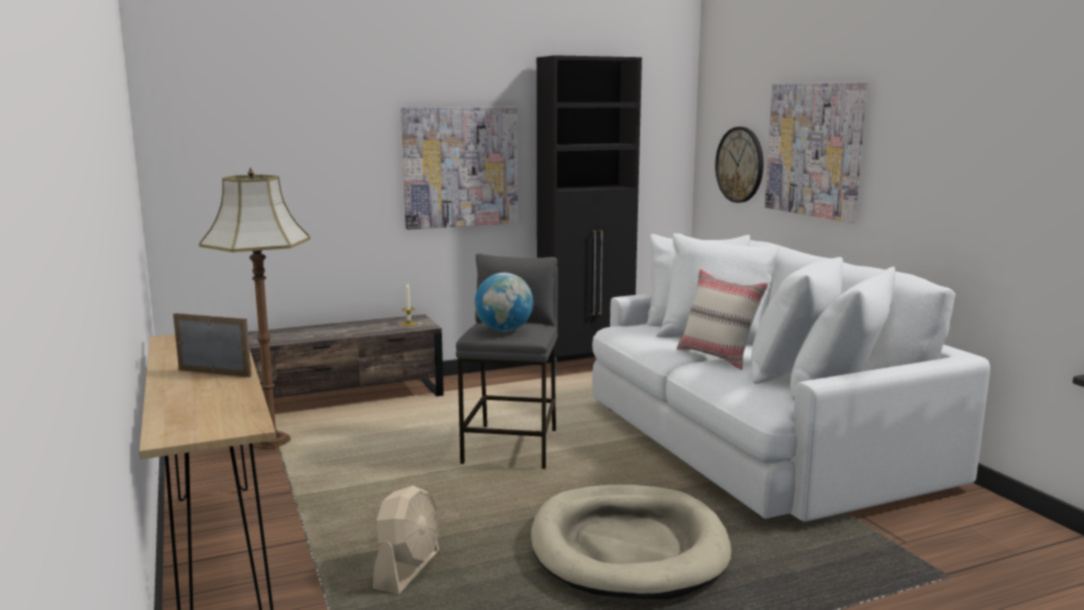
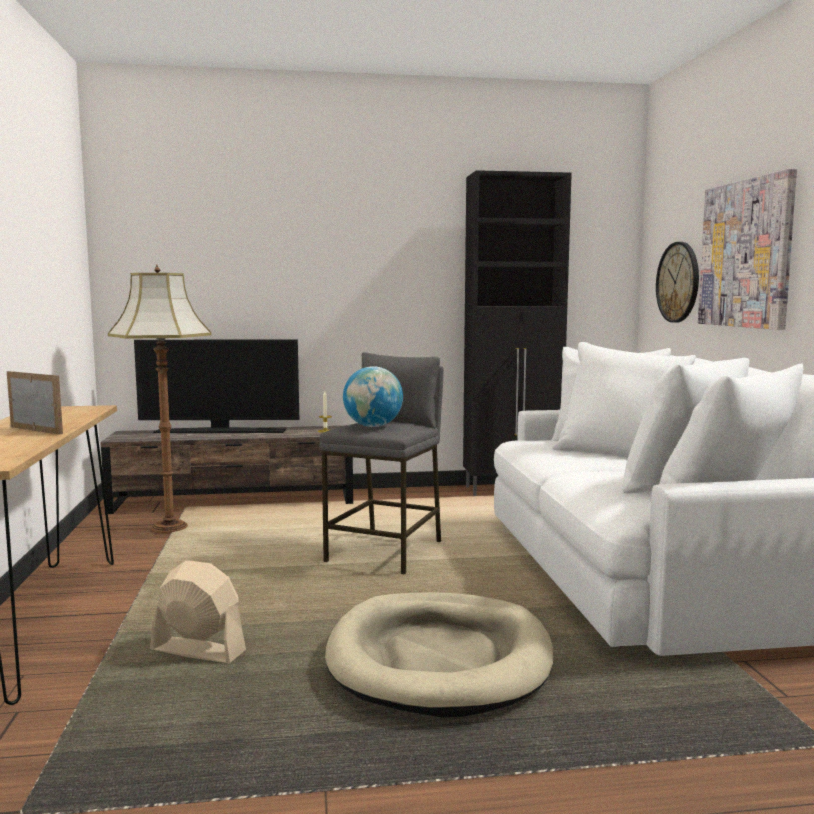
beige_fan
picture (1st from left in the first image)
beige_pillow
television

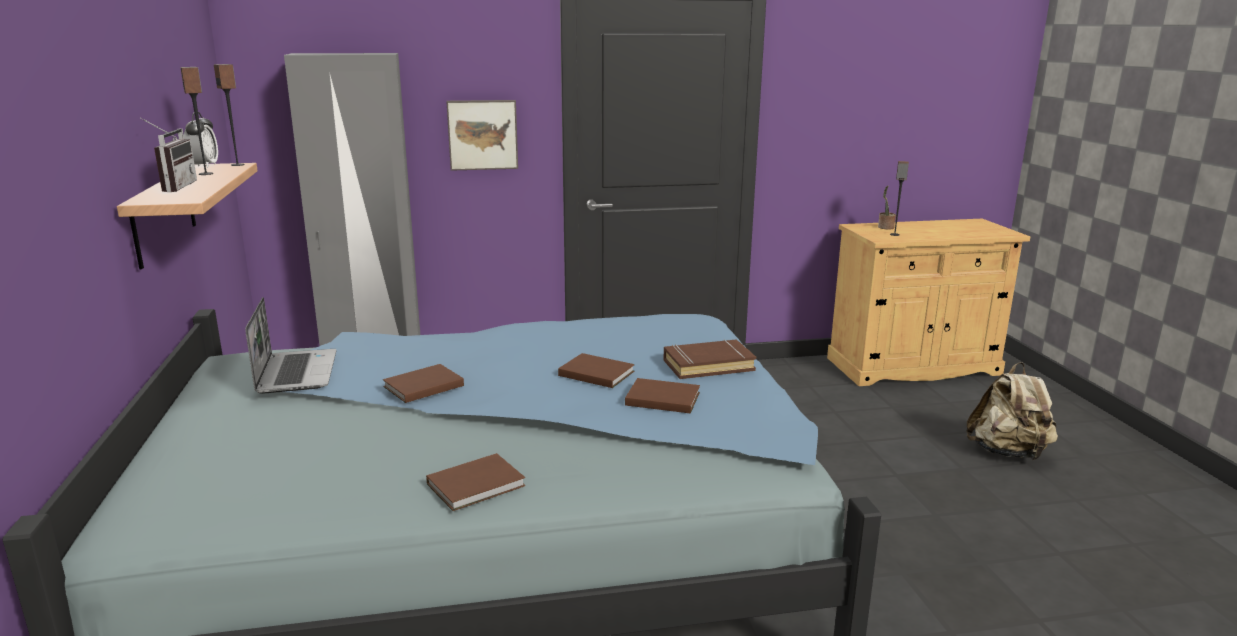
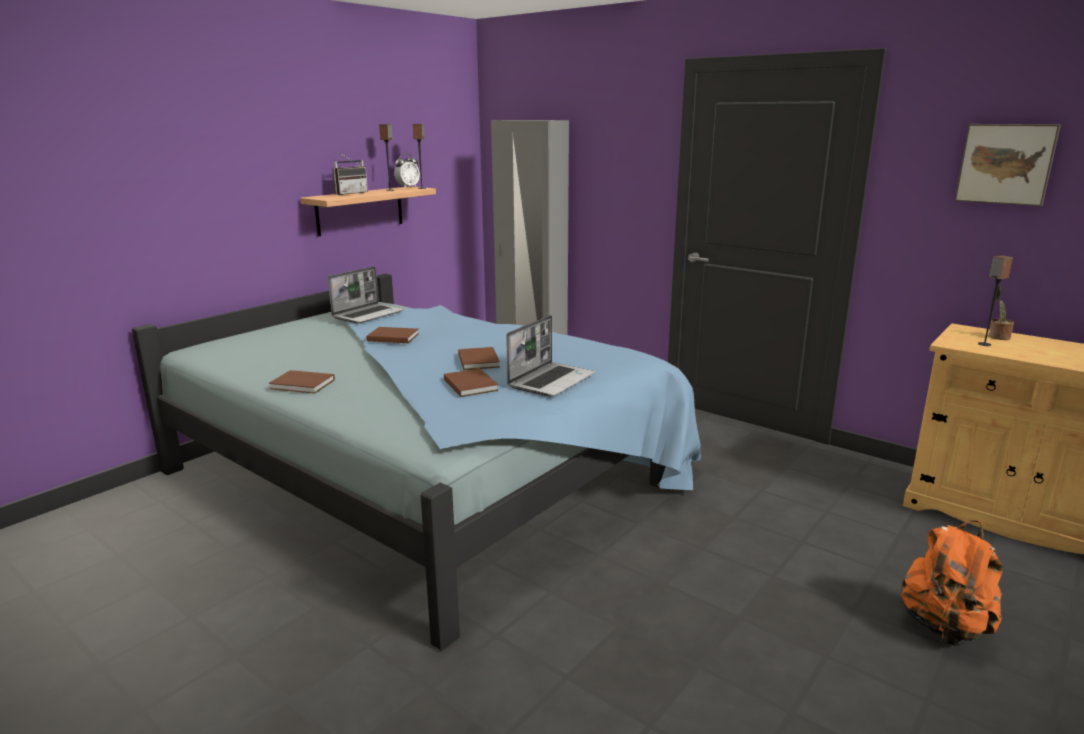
picture
laptop (2nd from left)
orange_backpack

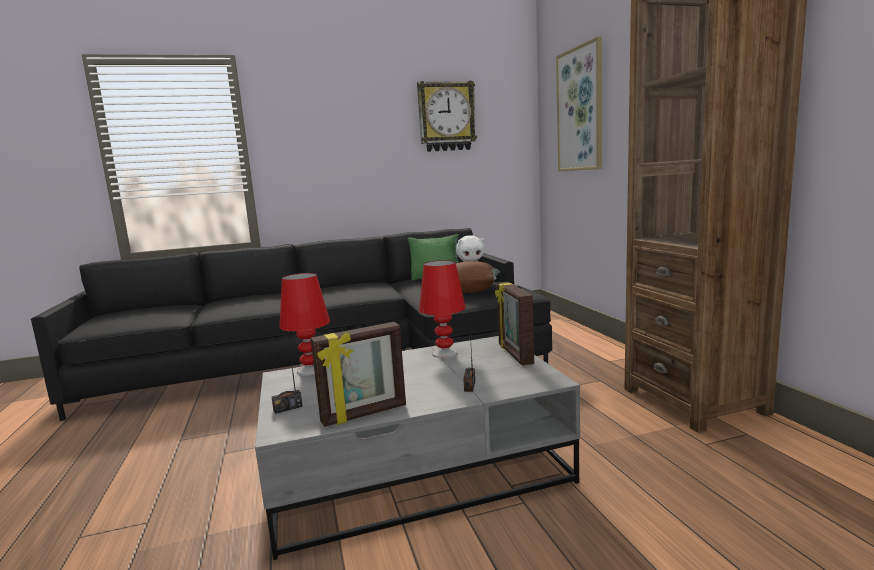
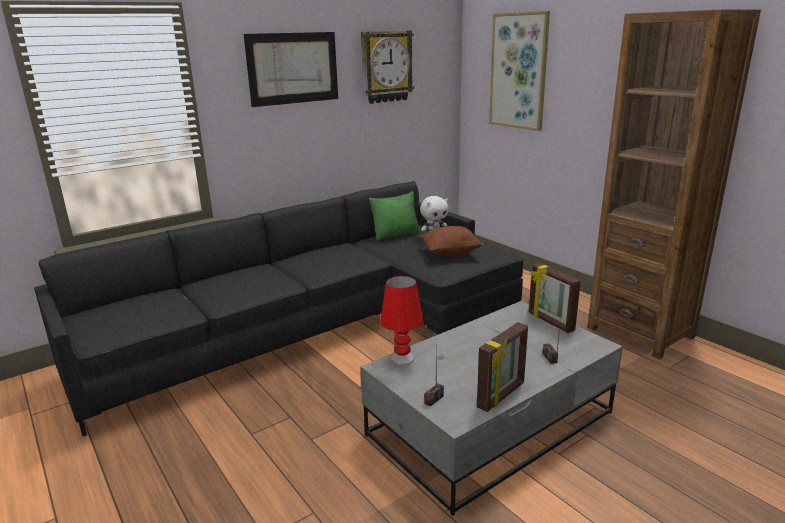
red_table_lamp (2nd from left in the first image)
picture (1st from left)

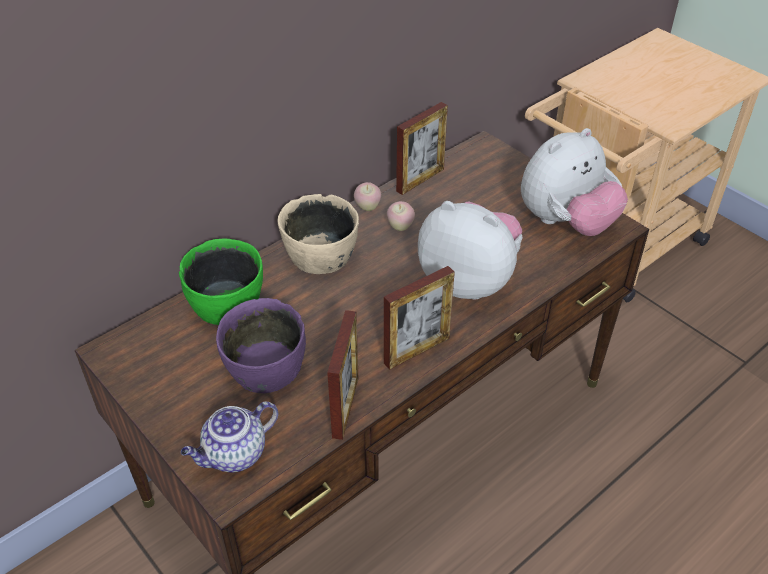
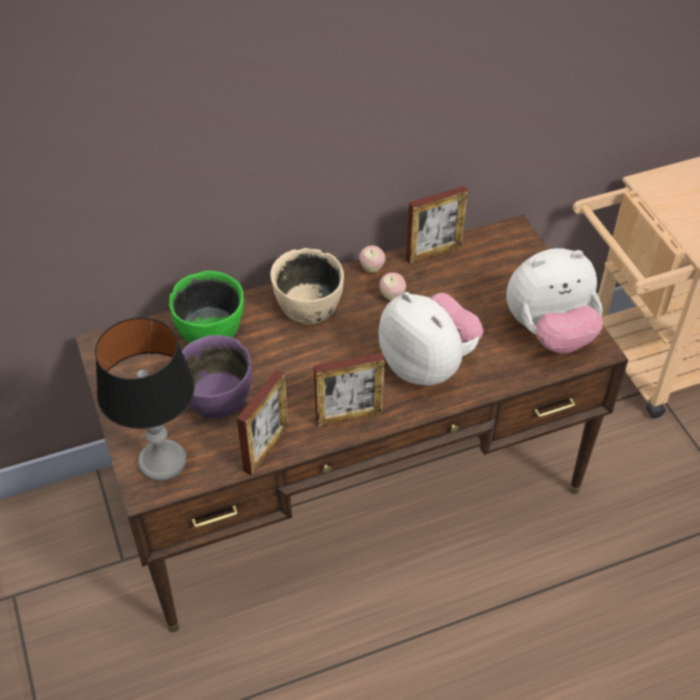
table_lamp

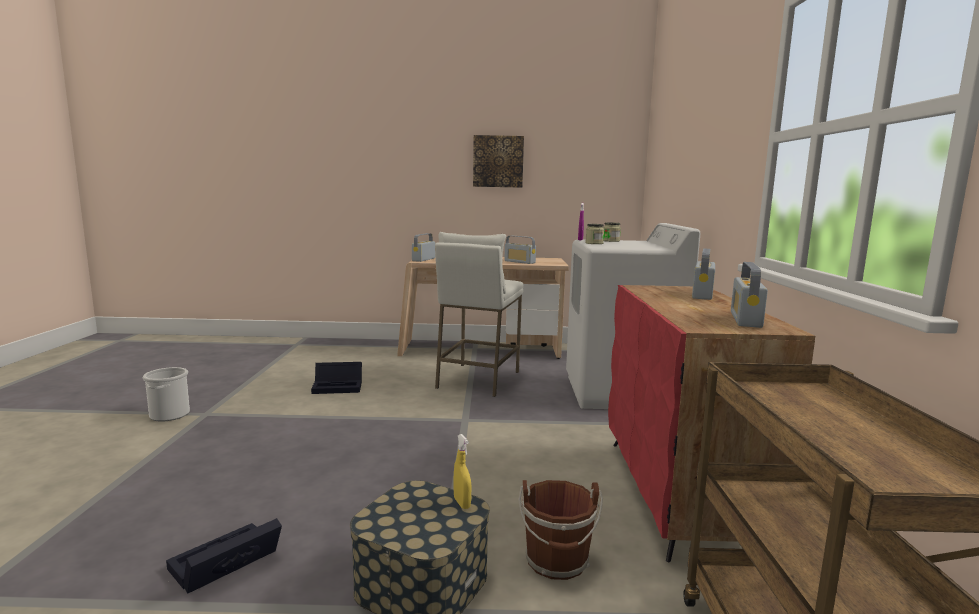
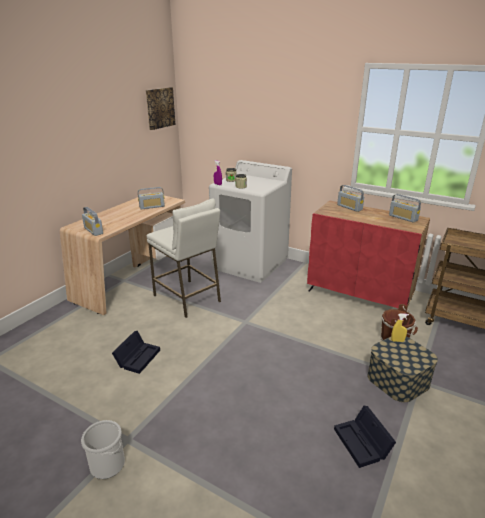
picture

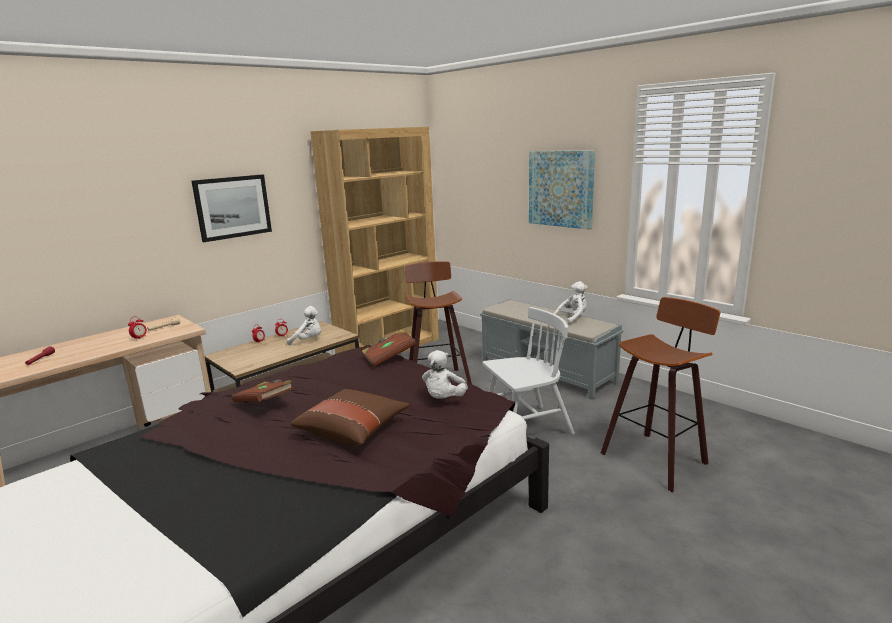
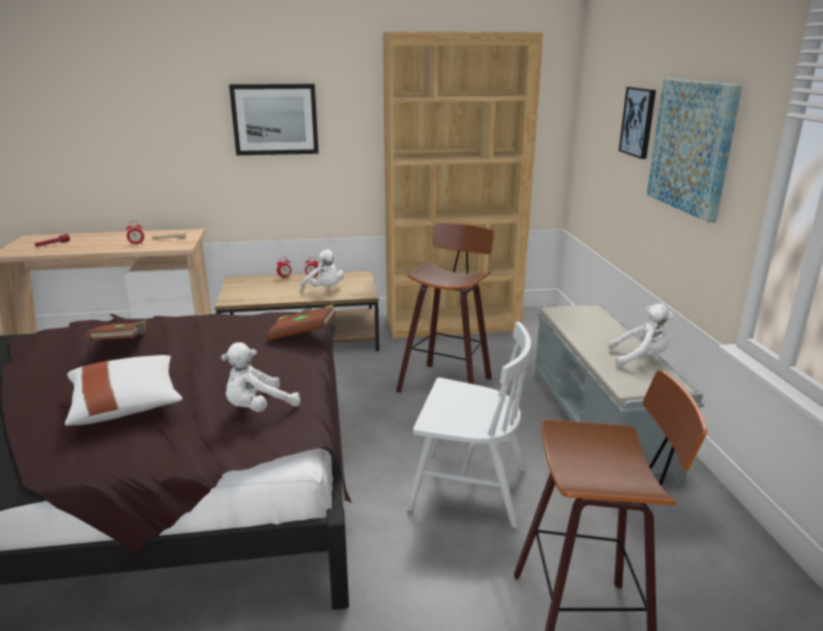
white_pillow
picture (2nd from left)

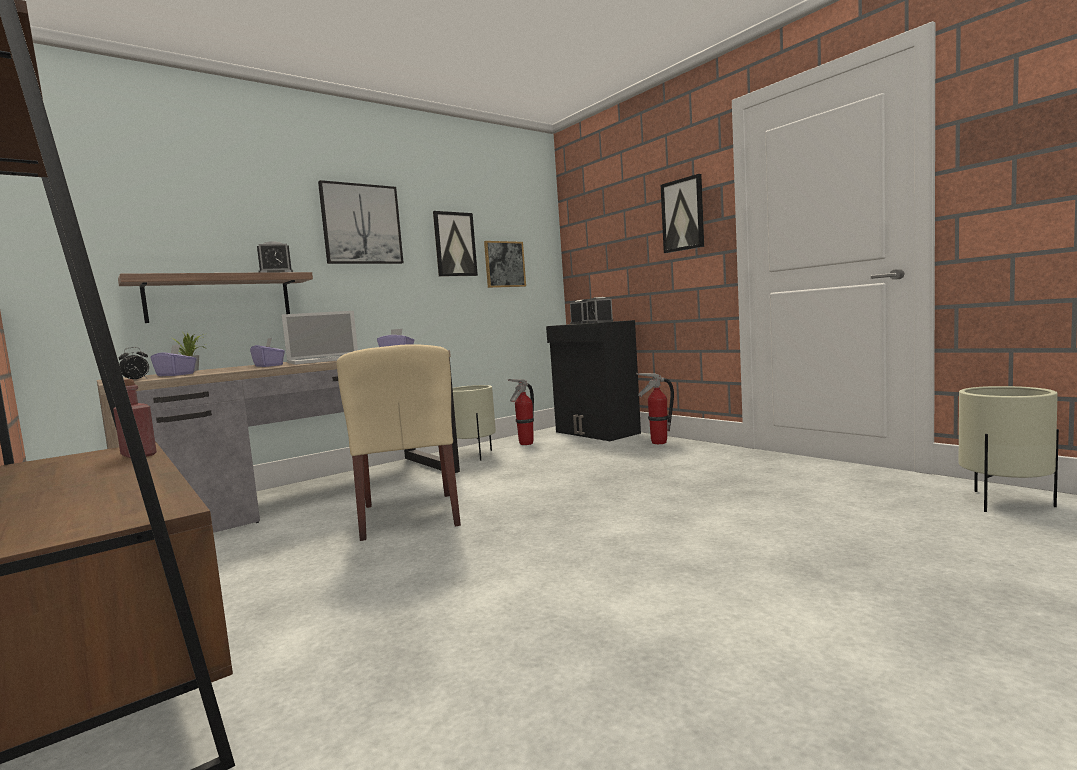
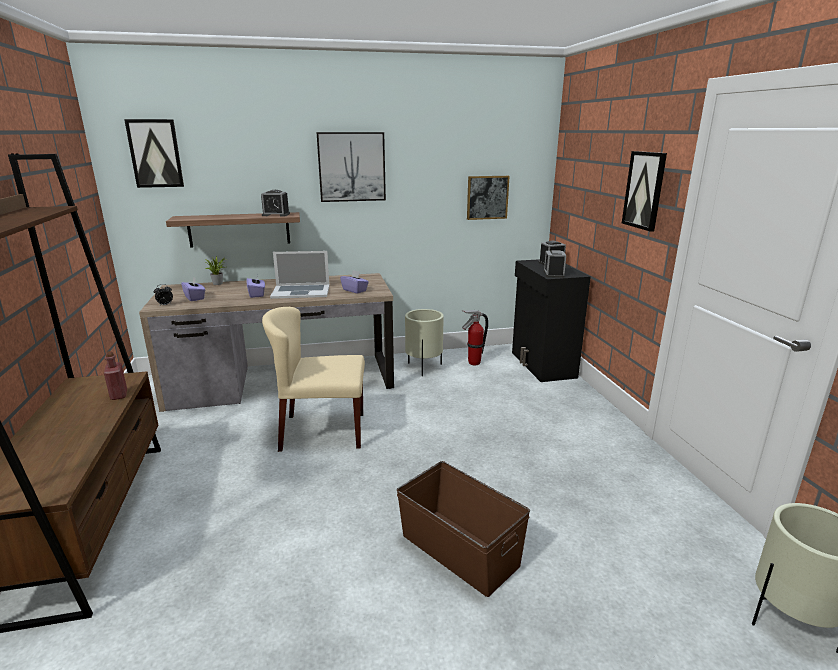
beige_chair
picture (1st from left)
fire_extinguisher (2nd from left in the first image)
brown_storage_box

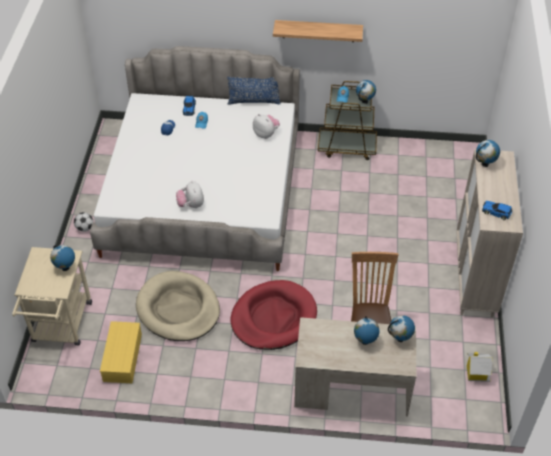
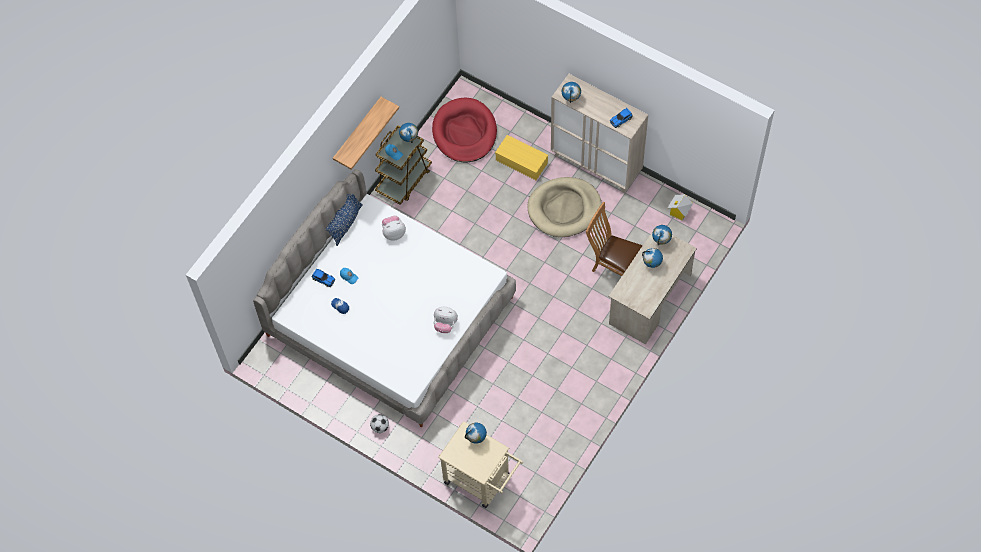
yellow_storage_box
beige_dog_bed
red_dog_bed

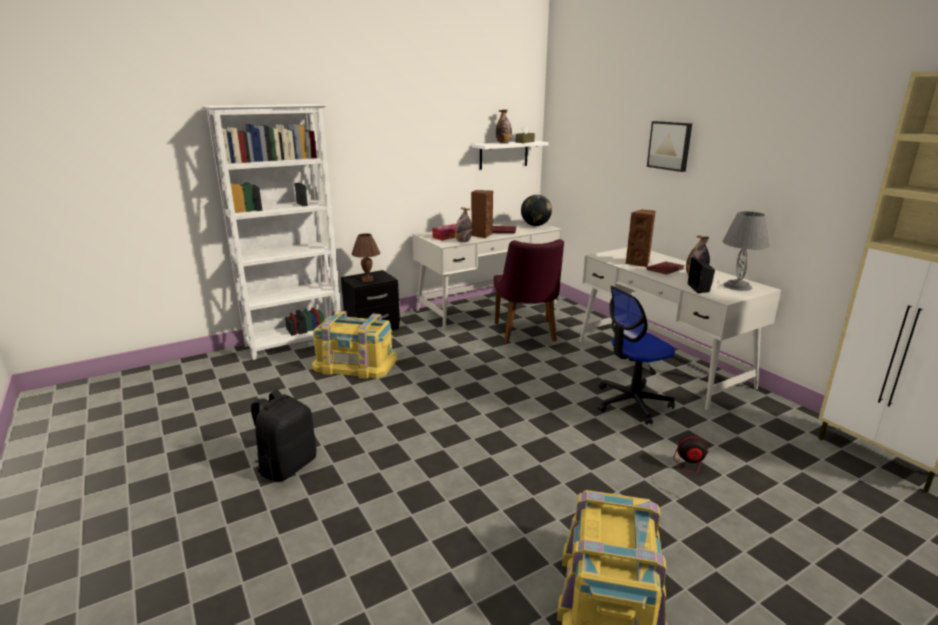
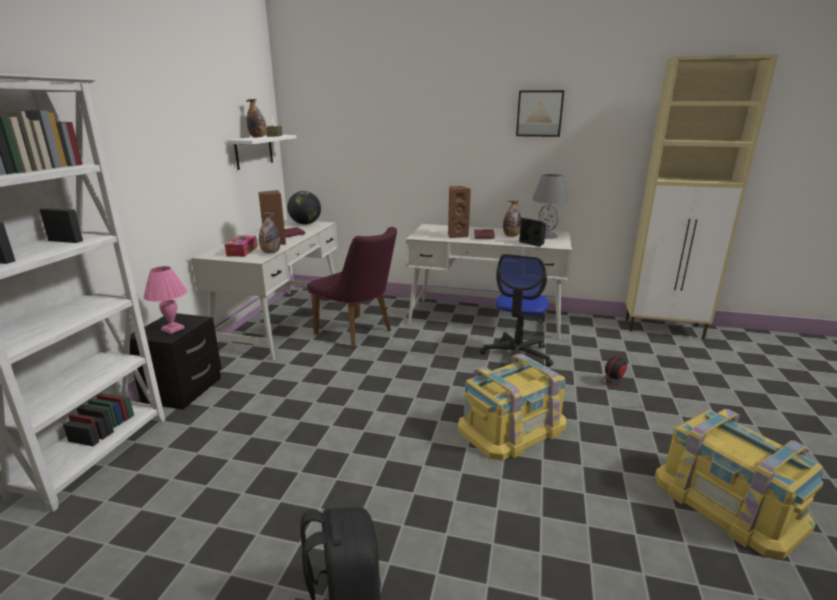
yellow_storage_box (1st from left)
pink_table_lamp
picture

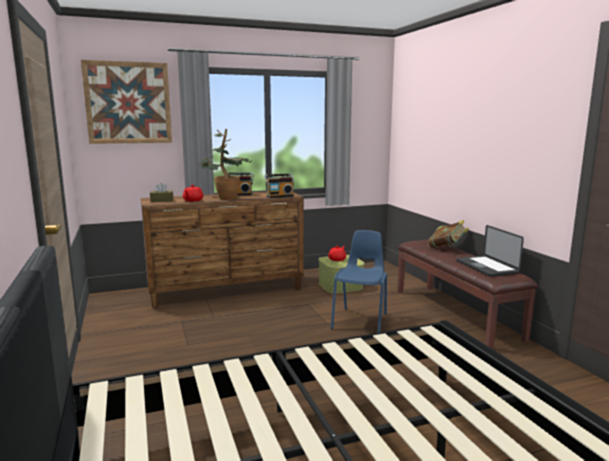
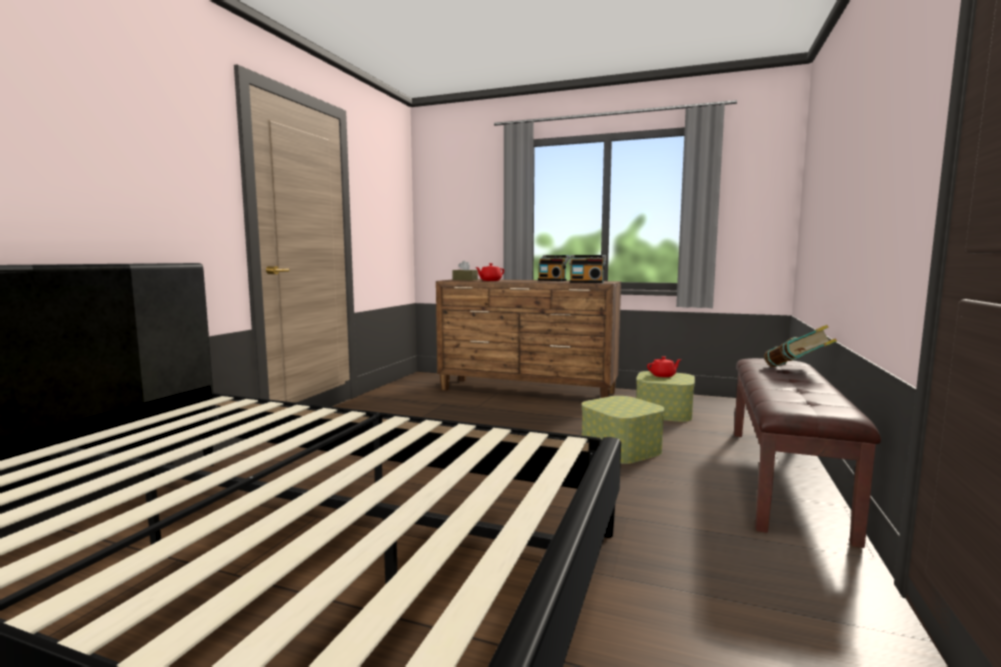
picture
potted_plant
storage_box (1st from left)
laptop

